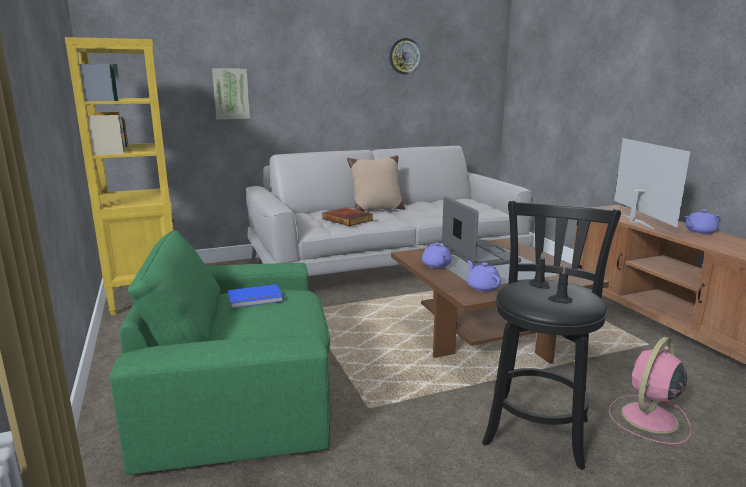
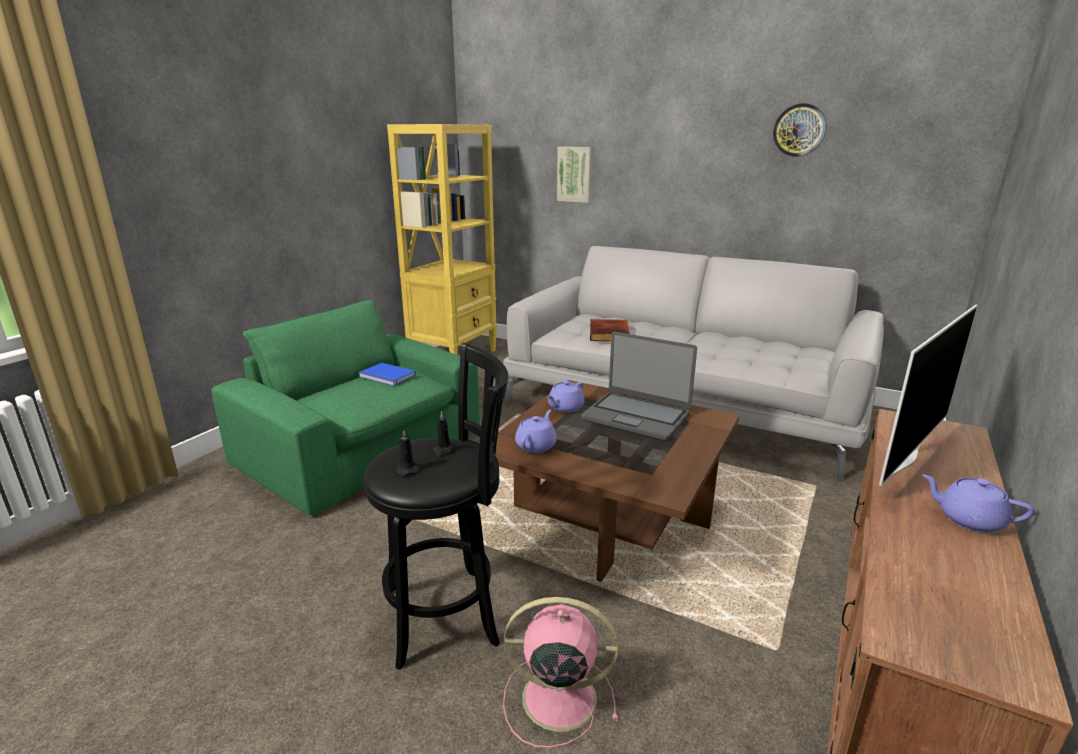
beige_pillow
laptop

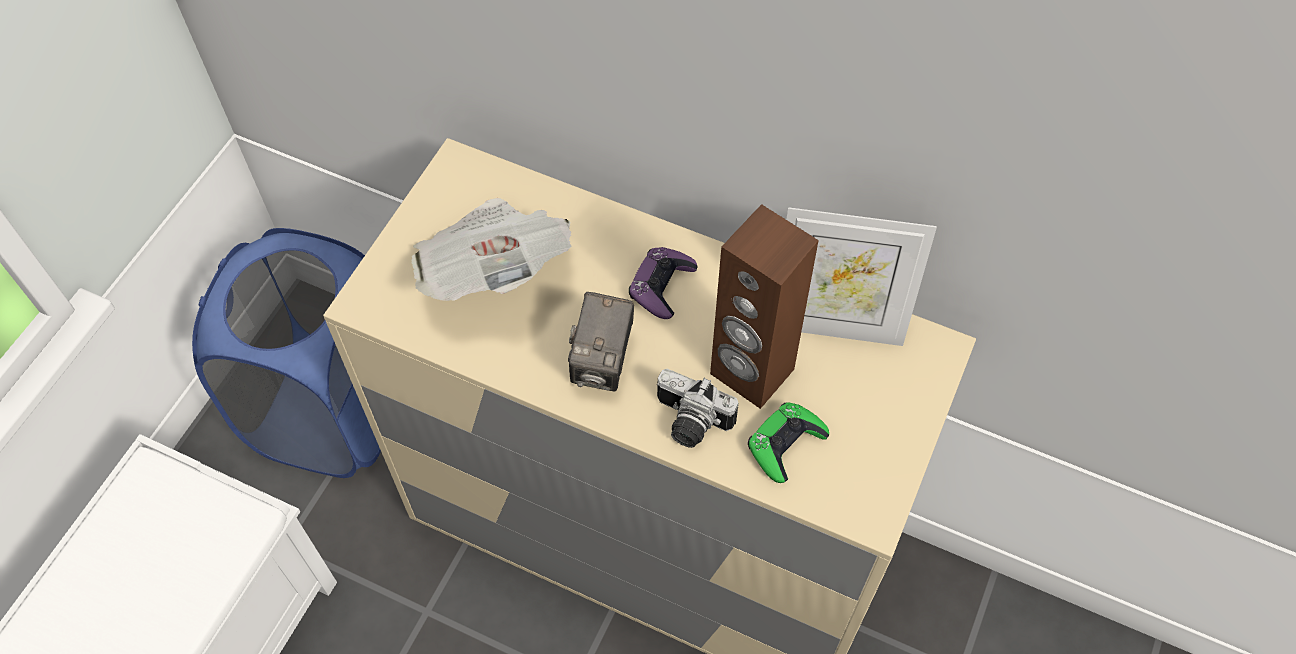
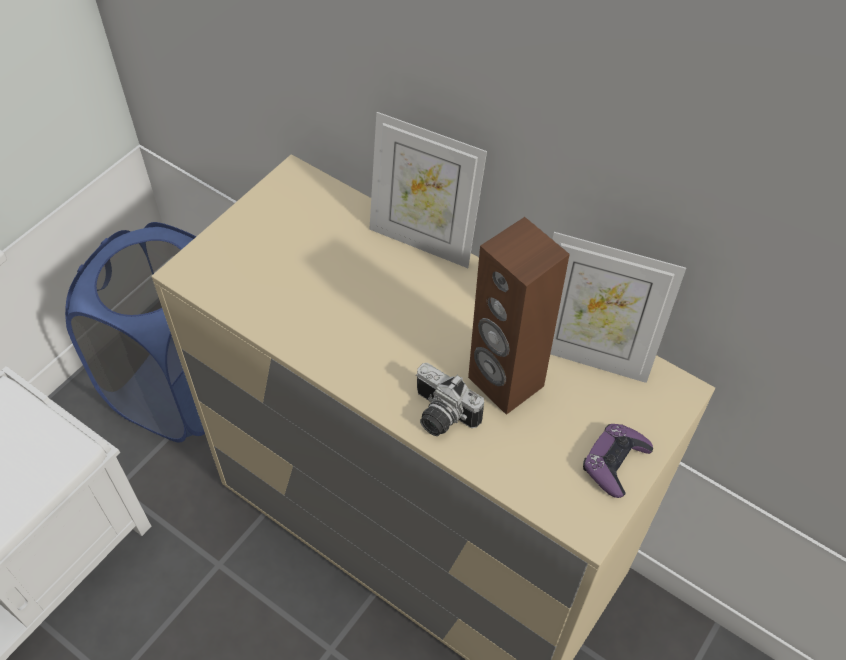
newspaper
photo_camera (1st from left in the first image)
purple_game_controller
green_game_controller
picture_frame (1st from left)

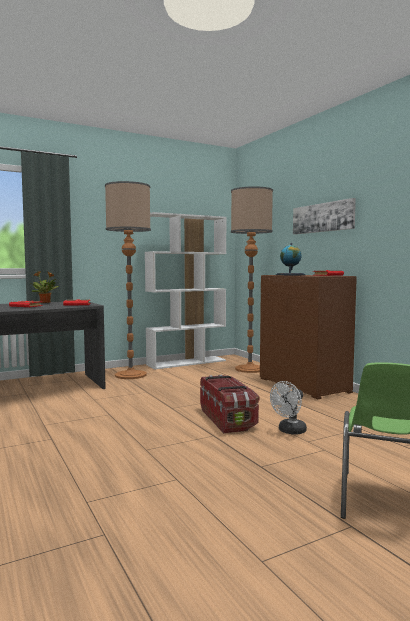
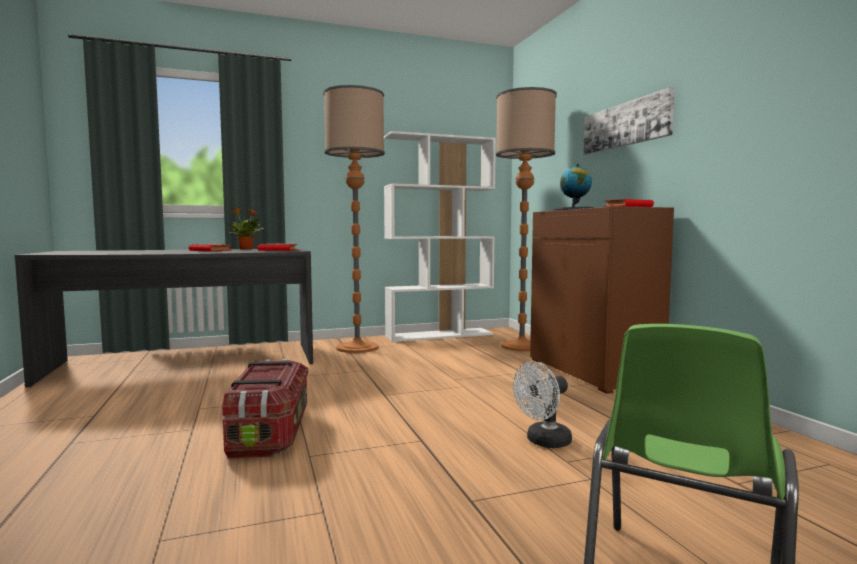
storage_box

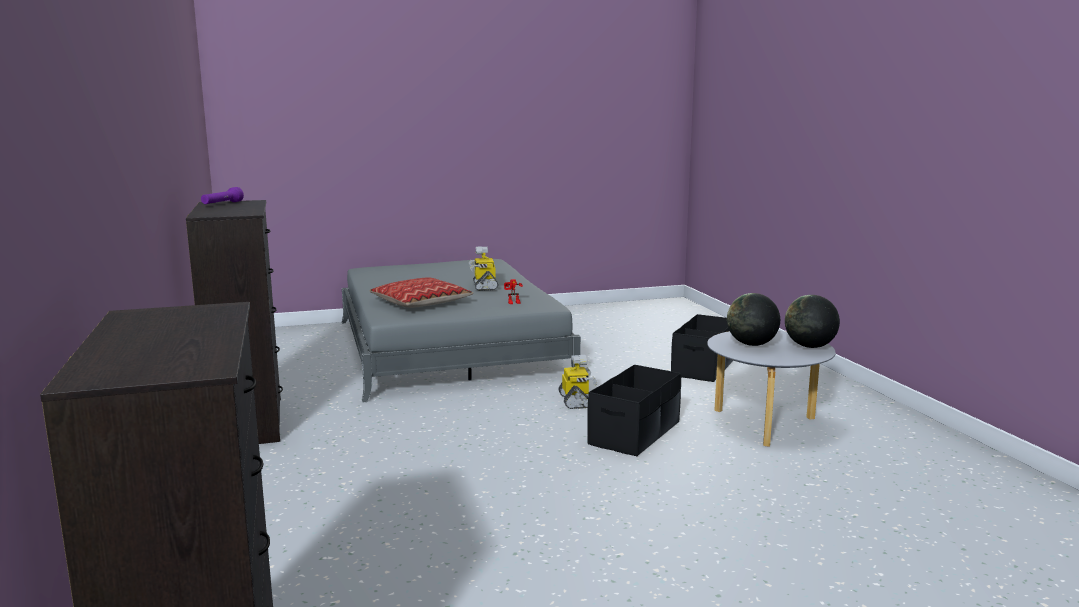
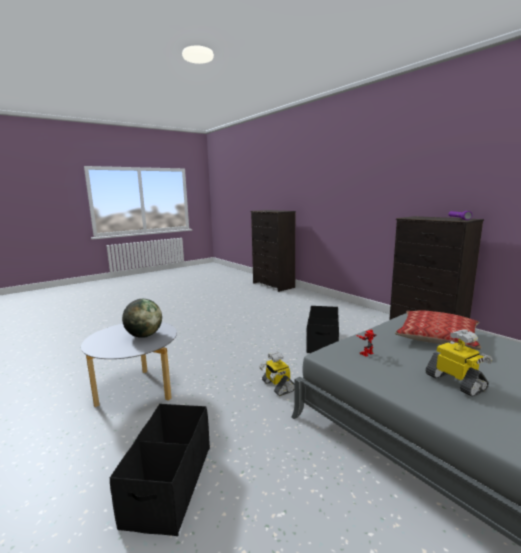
black_storage_box (2nd from left)
globe (2nd from left in the first image)

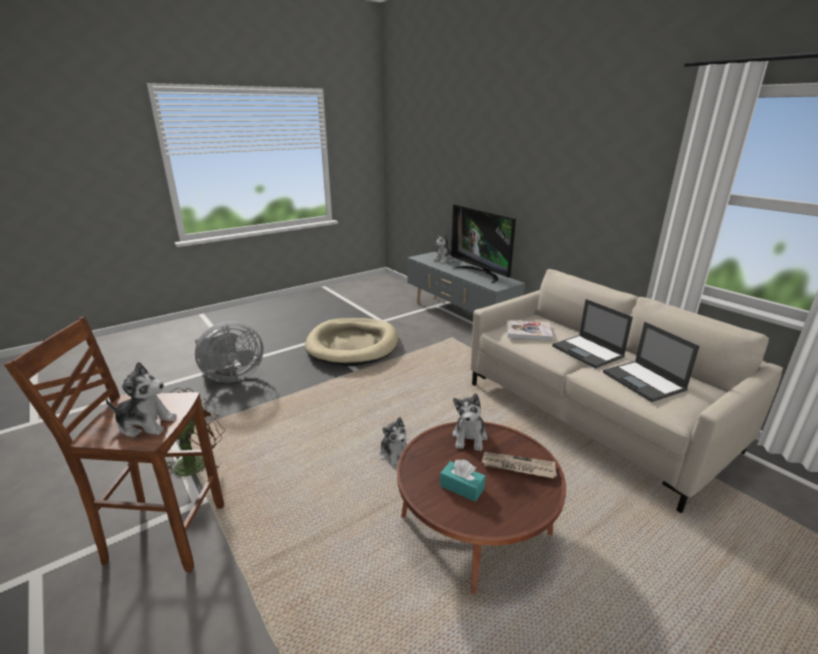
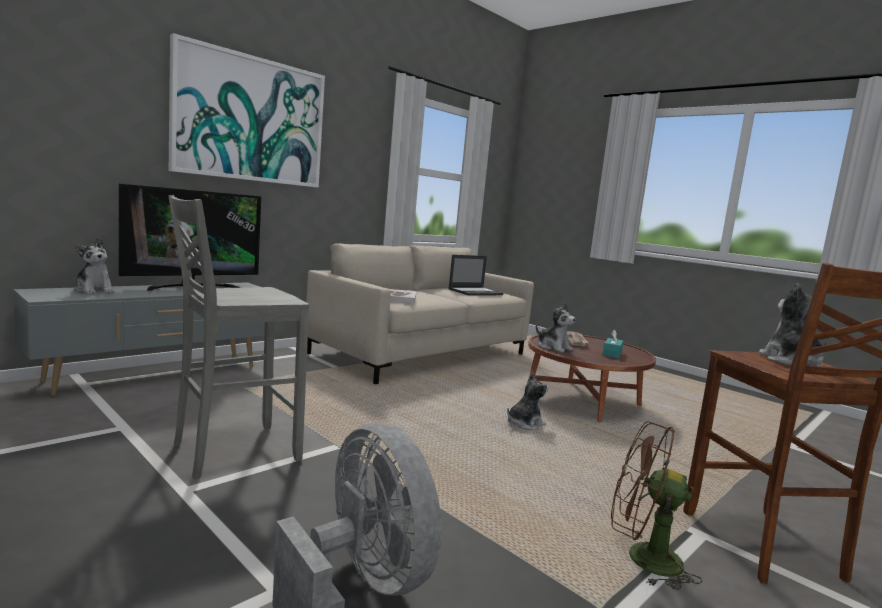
grey_stool
plush_toy (3rd from left)
laptop (1st from left in the first image)
picture

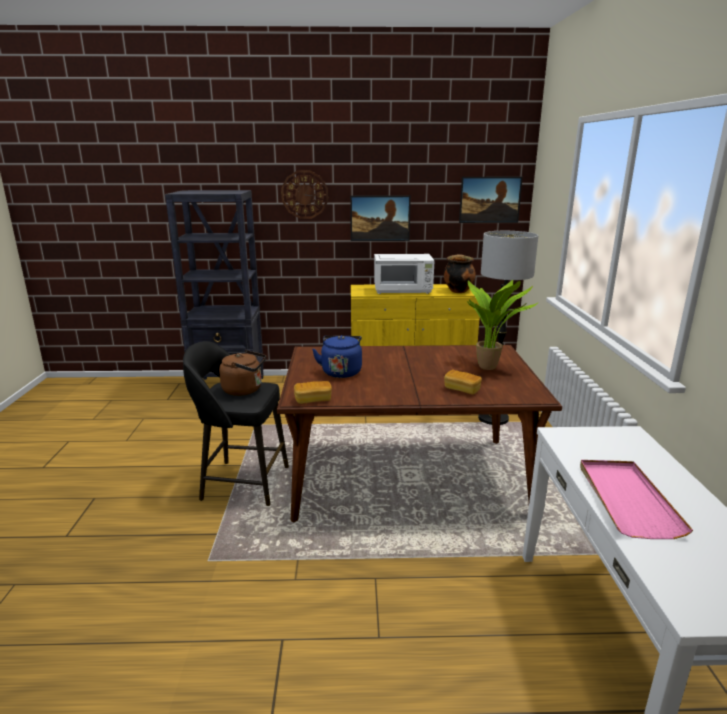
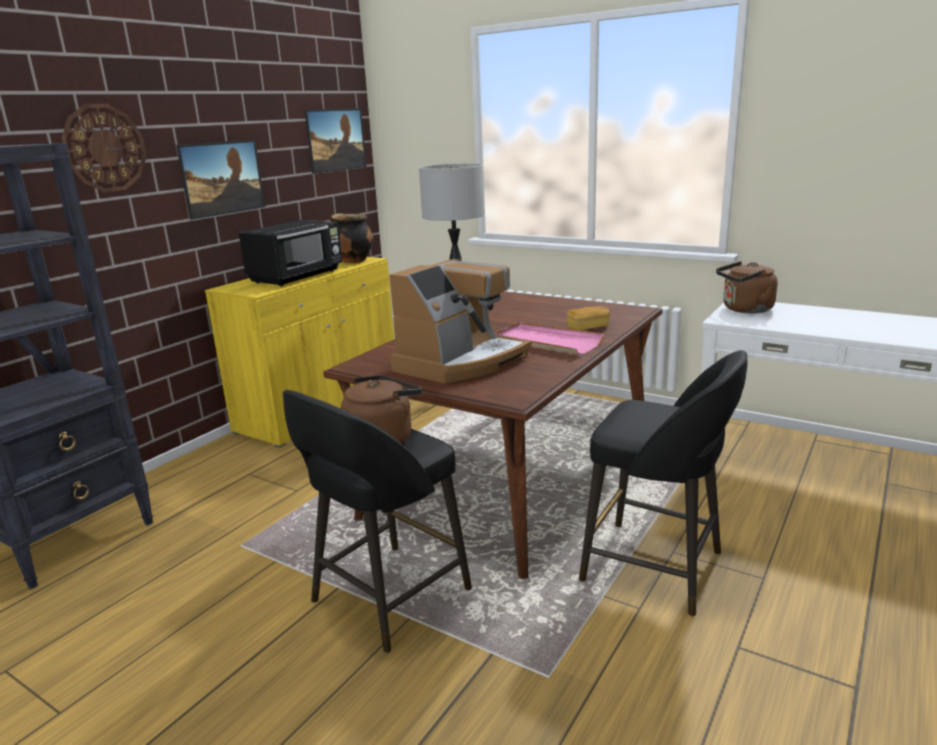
bread (1st from left in the first image)
coffee_machine
black_microwave
potted_plant
pink_tray
black_stool (2nd from left)
brown_kettle (2nd from left)

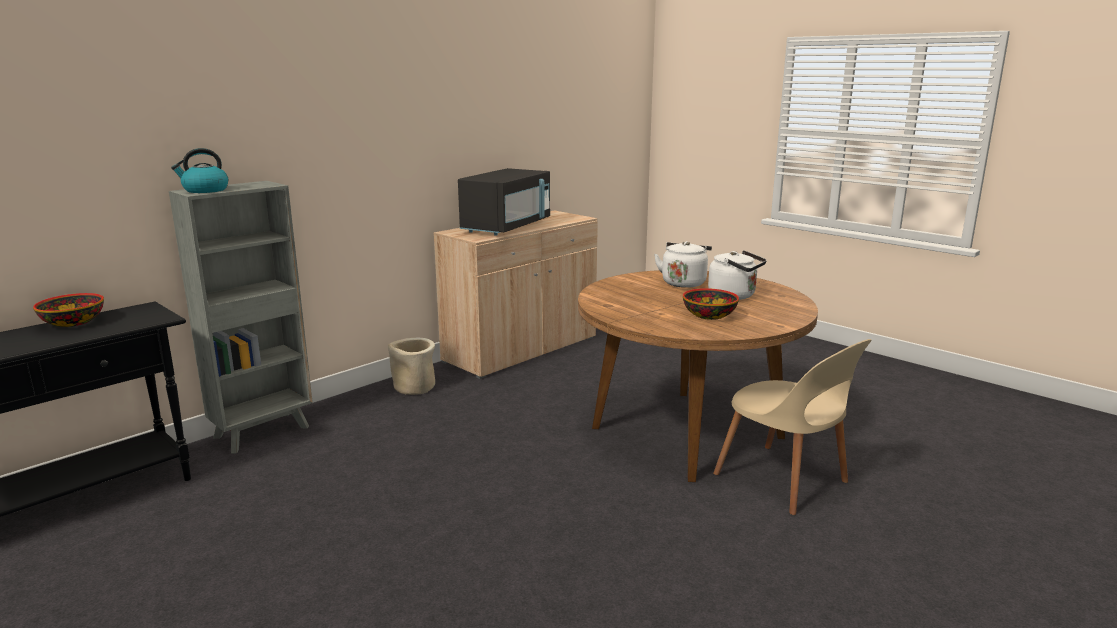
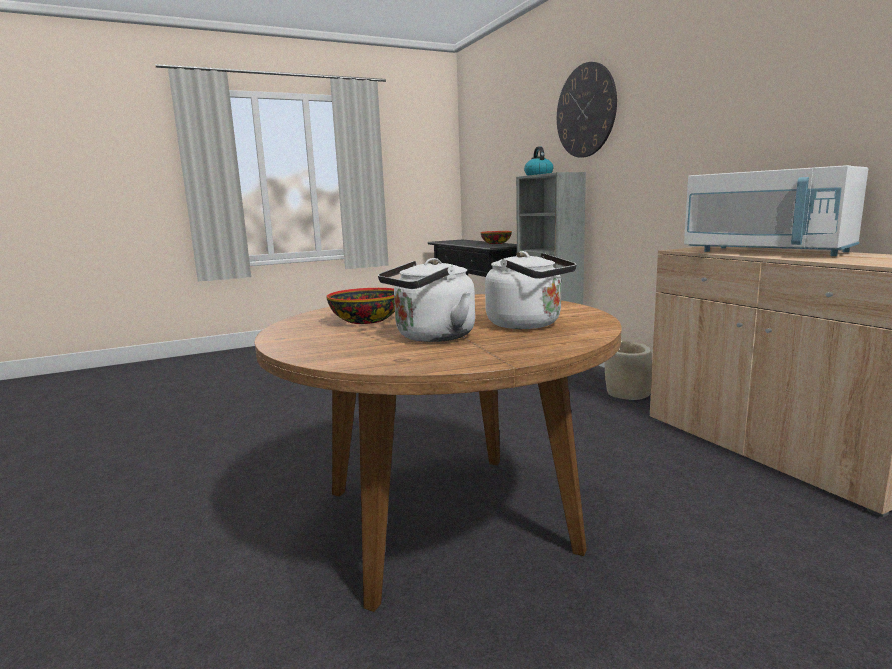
white_microwave
beige_chair
wall_clock

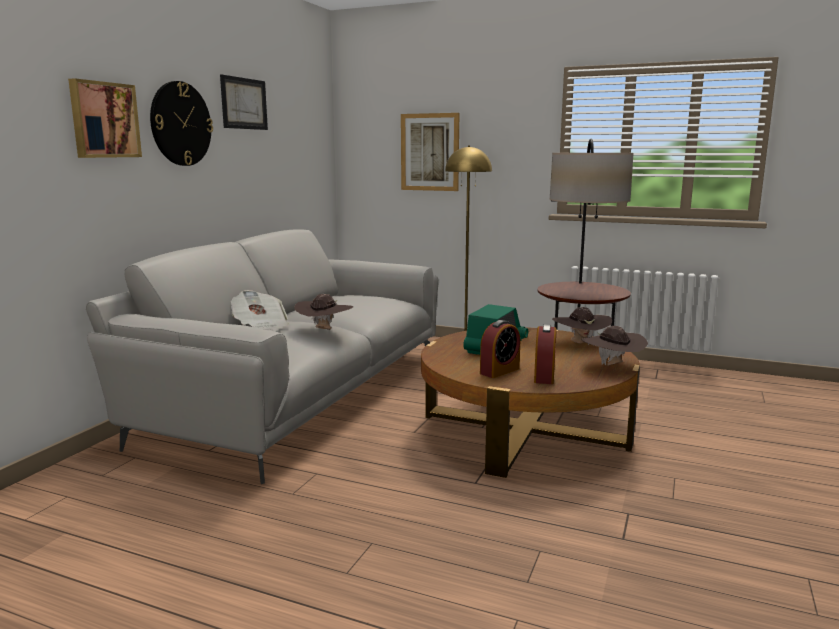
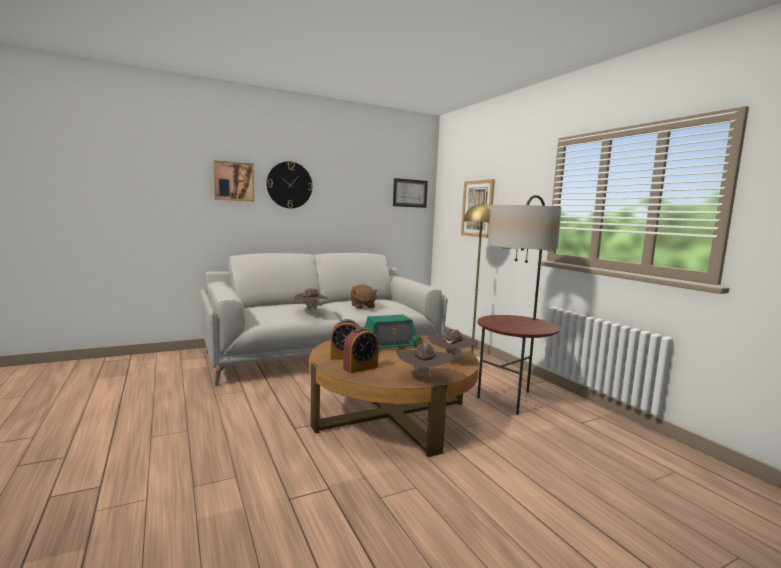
picture (2nd from left)
newspaper
brown_plush_toy

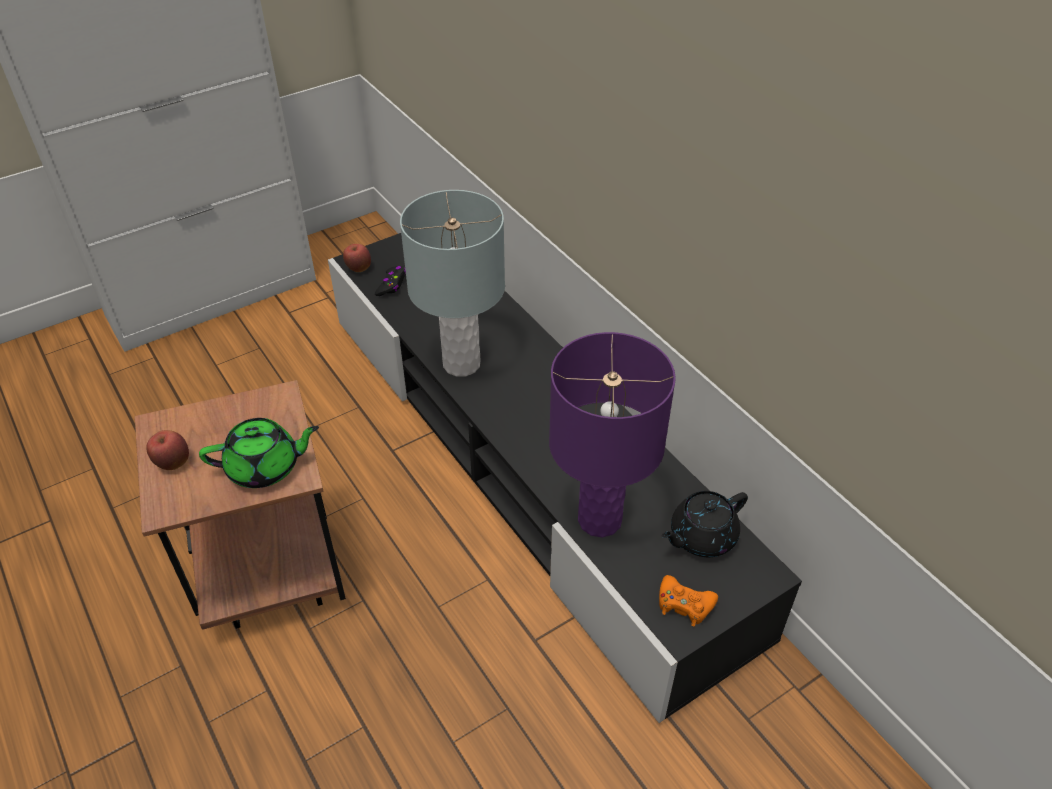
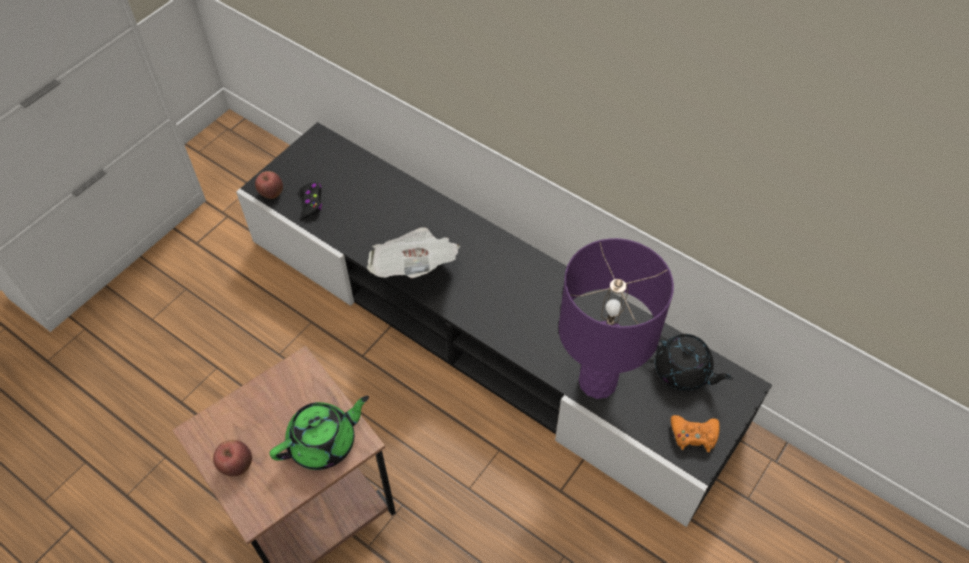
newspaper
black_teapot

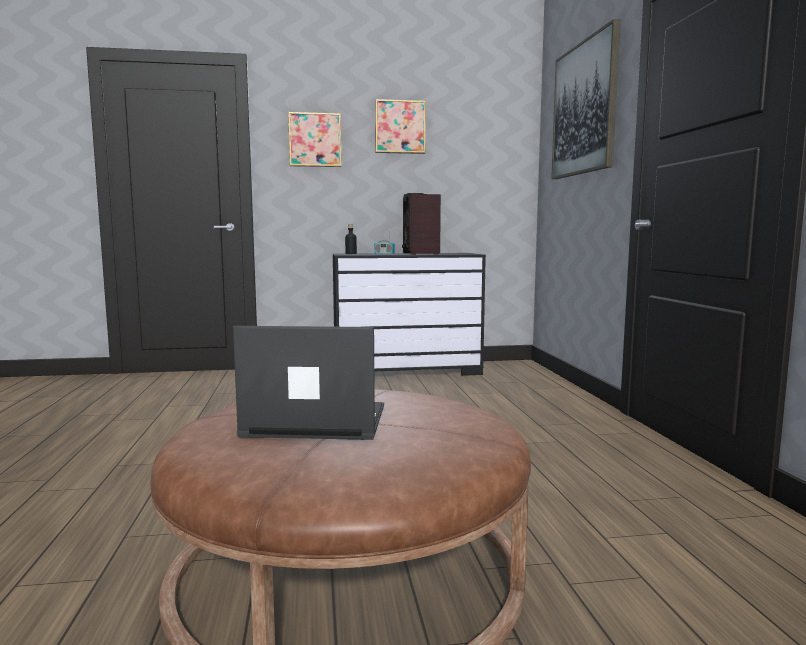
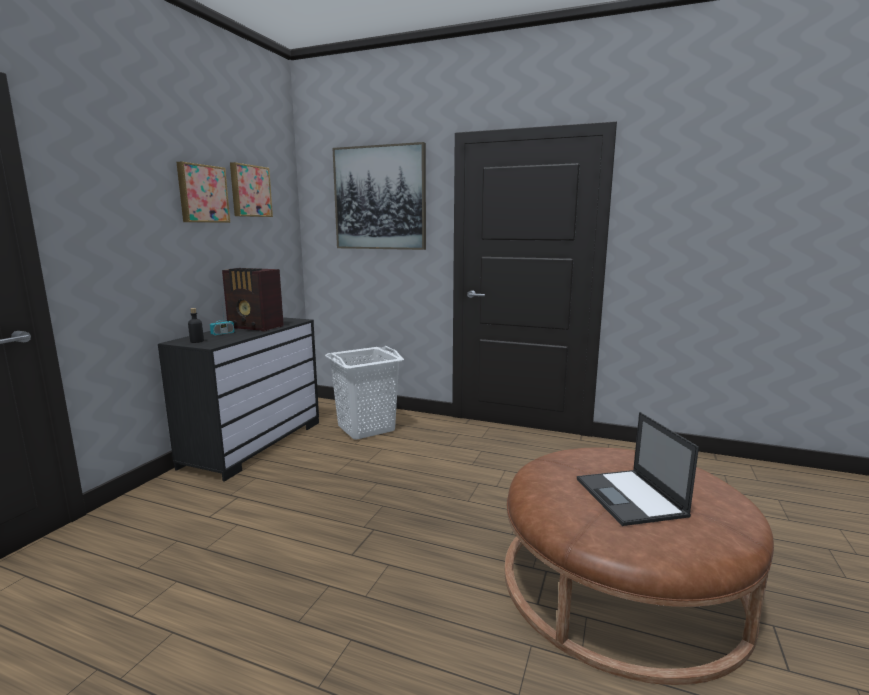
laptop
picture (2nd from left)
white_laundry_basket

